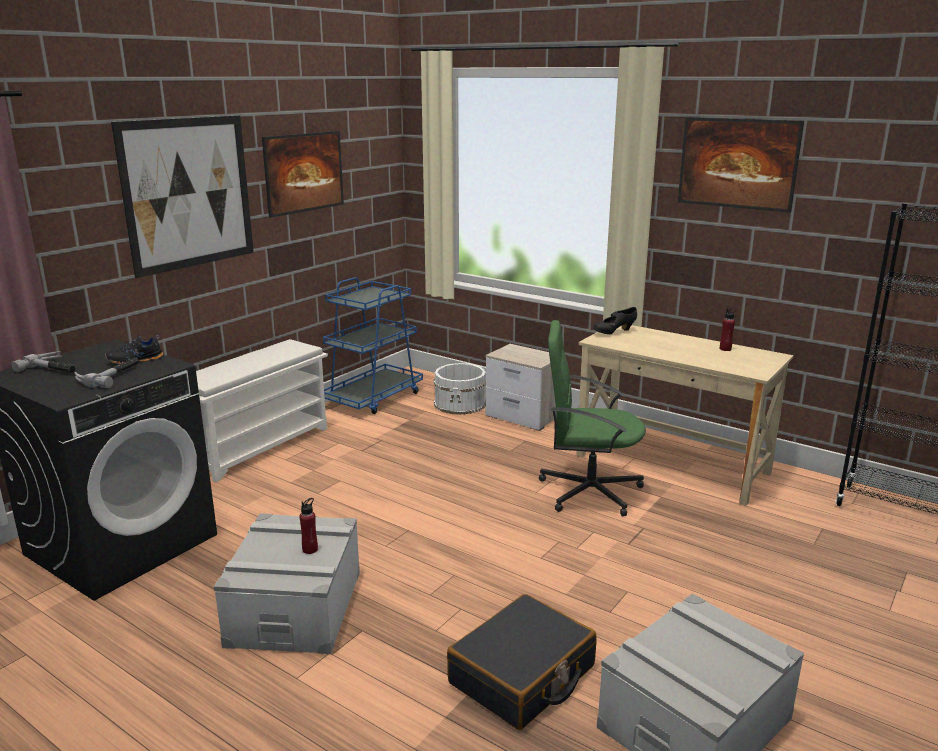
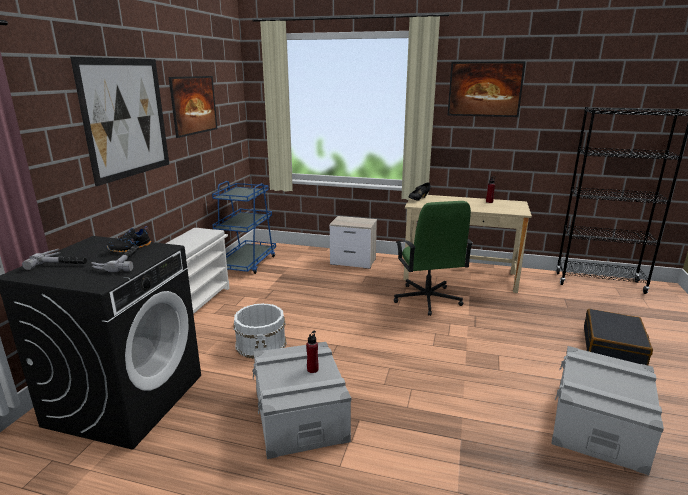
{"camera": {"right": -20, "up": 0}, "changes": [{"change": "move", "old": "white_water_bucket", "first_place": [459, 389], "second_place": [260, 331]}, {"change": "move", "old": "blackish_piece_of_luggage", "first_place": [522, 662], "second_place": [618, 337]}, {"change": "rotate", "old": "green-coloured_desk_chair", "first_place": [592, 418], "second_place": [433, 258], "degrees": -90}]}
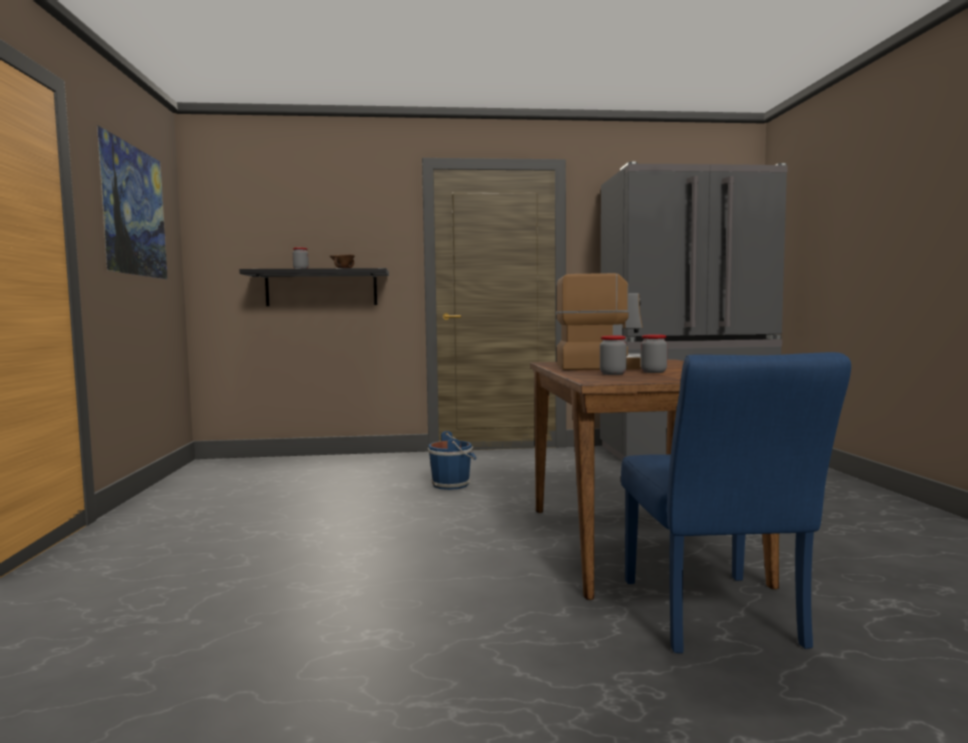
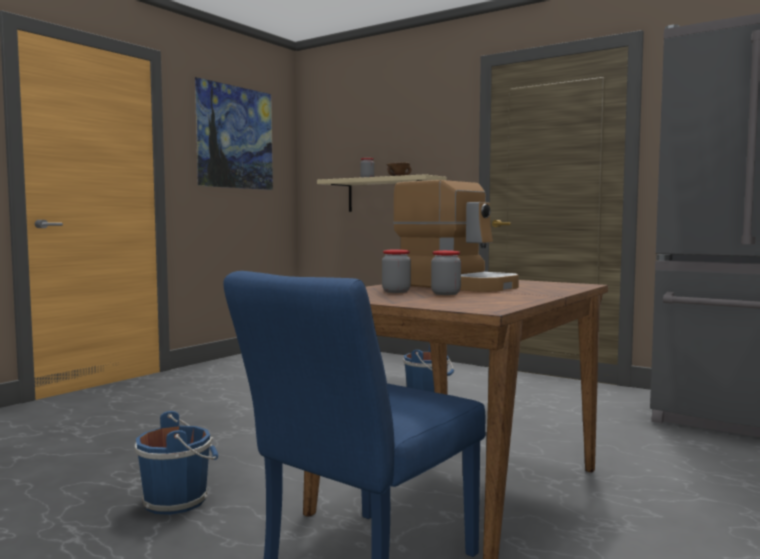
{"camera": {"right": 40, "up": 0}, "changes": [{"change": "insert", "new": "blue_water_bucket", "second_place": [176, 463]}, {"change": "recolor", "old": "blackish_bracket_shelf", "new": "beige-coloured_bracket_shelf", "first_place": [314, 287], "second_place": [381, 193]}]}
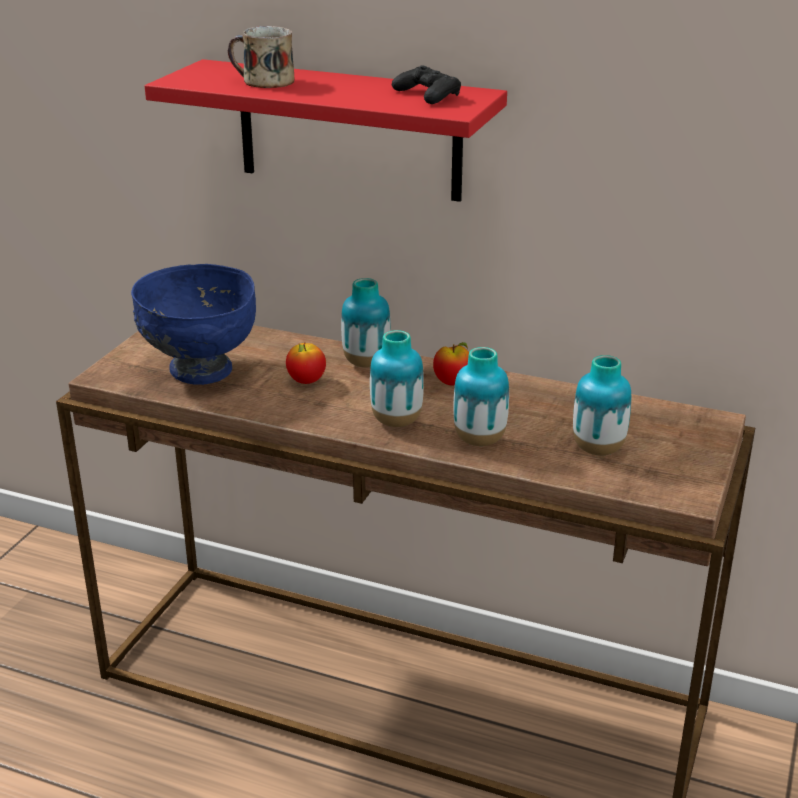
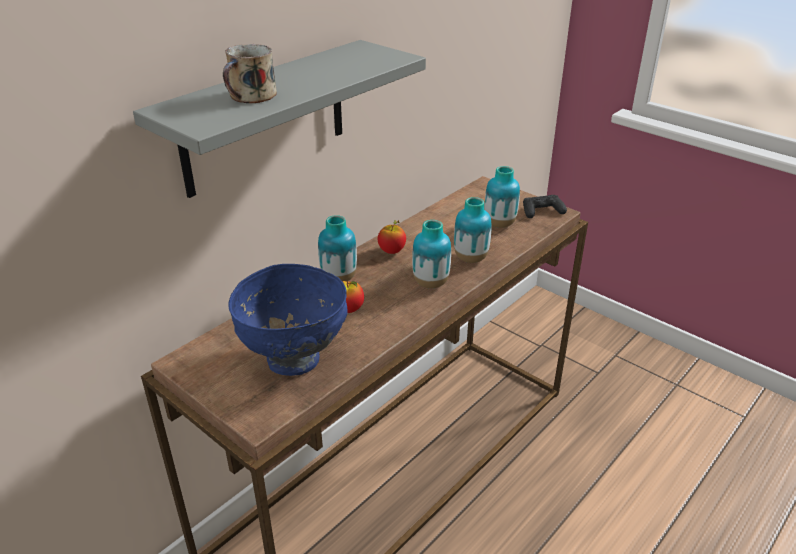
{"camera": {"right": -70, "up": 5}, "changes": [{"change": "move", "old": "blackish_joypad", "first_place": [426, 84], "second_place": [545, 206]}, {"change": "recolor", "old": "red-coloured_bracket_shelf", "new": "gray_bracket_shelf", "first_place": [326, 130], "second_place": [279, 119]}]}
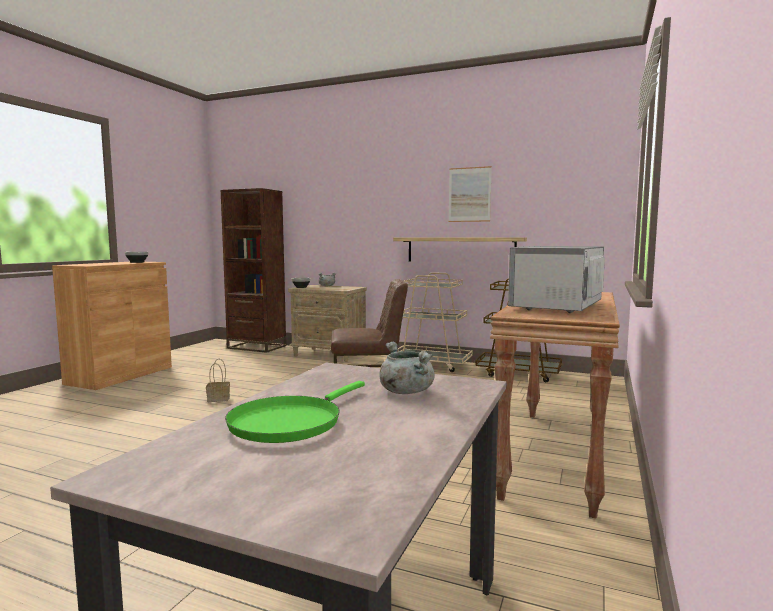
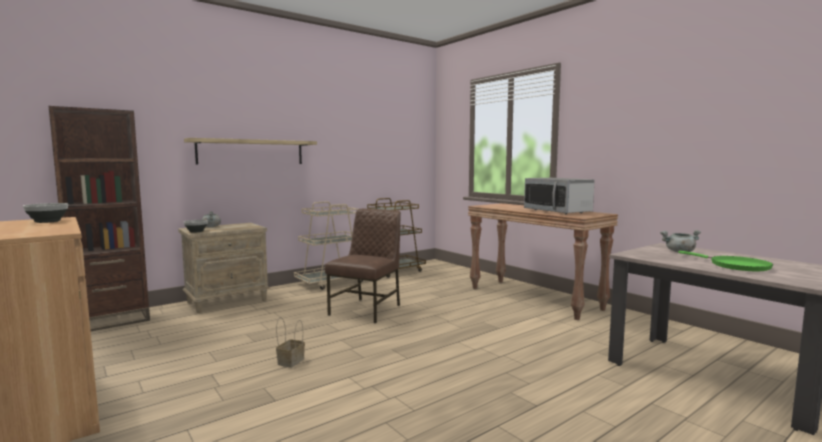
{"camera": {"right": -60, "up": 0}, "changes": [{"change": "delete", "old": "wall_picture", "first_place": [470, 194]}, {"change": "move", "old": "bracket_shelf", "first_place": [460, 249], "second_place": [250, 151]}]}
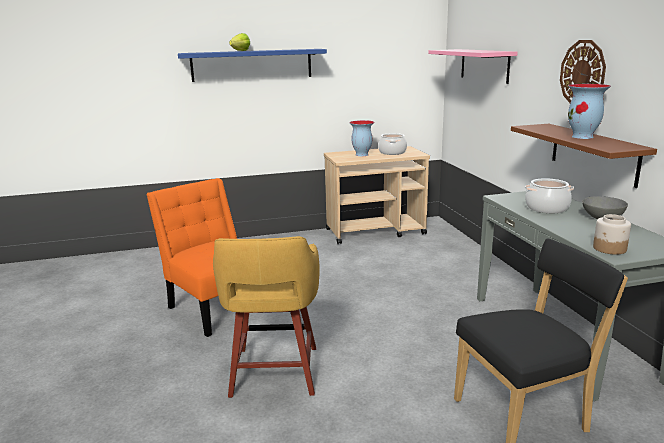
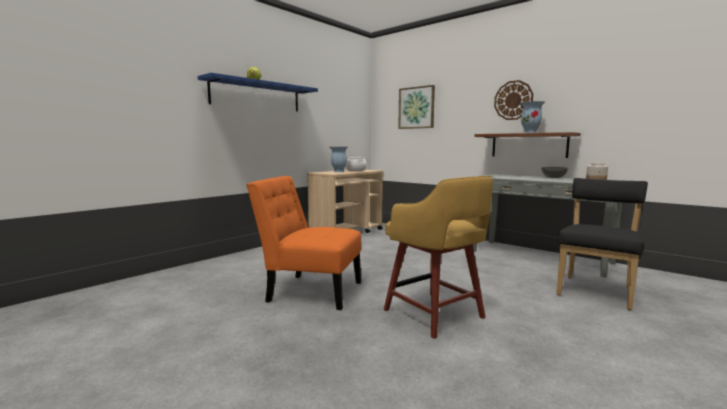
{"camera": {"right": -35, "up": -10}, "changes": [{"change": "delete", "old": "cooking_pot", "first_place": [549, 195]}, {"change": "replace", "old": "pinkish_bracket_shelf", "new": "wall_picture", "first_place": [473, 66], "second_place": [416, 107]}]}
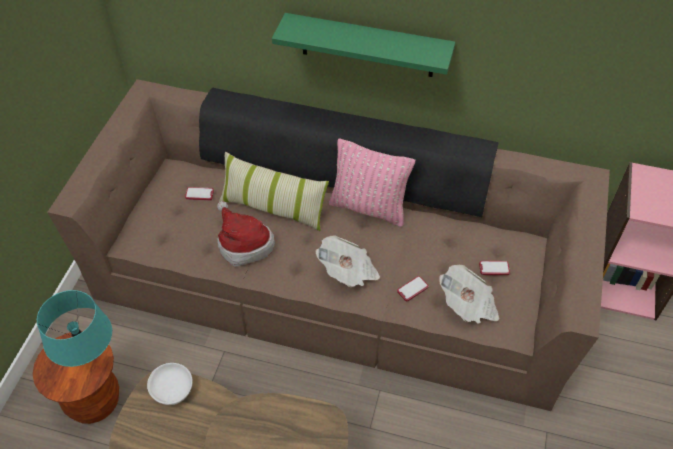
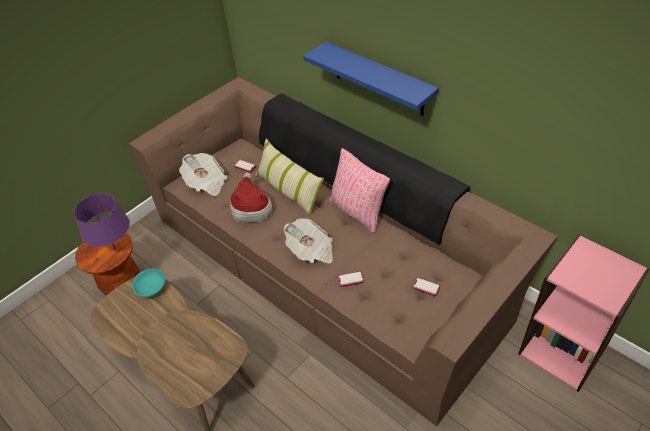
{"camera": {"right": 30, "up": -5}, "changes": [{"change": "move", "old": "newspaper", "first_place": [469, 294], "second_place": [203, 174]}, {"change": "recolor", "old": "blue-green_table_lamp", "new": "purple_table_lamp", "first_place": [74, 328], "second_place": [102, 221]}, {"change": "recolor", "old": "white_serving_bowl", "new": "blue-green_serving_bowl", "first_place": [170, 384], "second_place": [149, 283]}, {"change": "recolor", "old": "green-coloured_bracket_shelf", "new": "blue_bracket_shelf", "first_place": [363, 45], "second_place": [371, 79]}]}
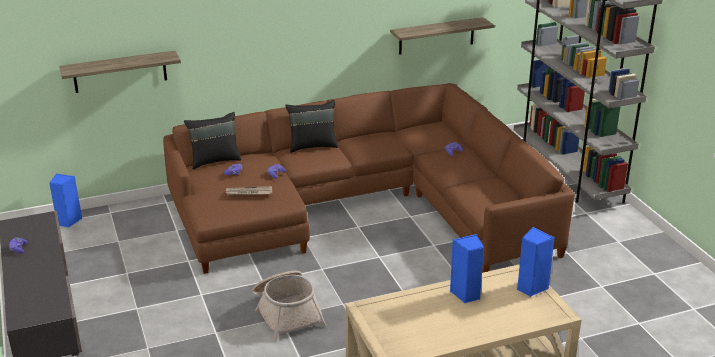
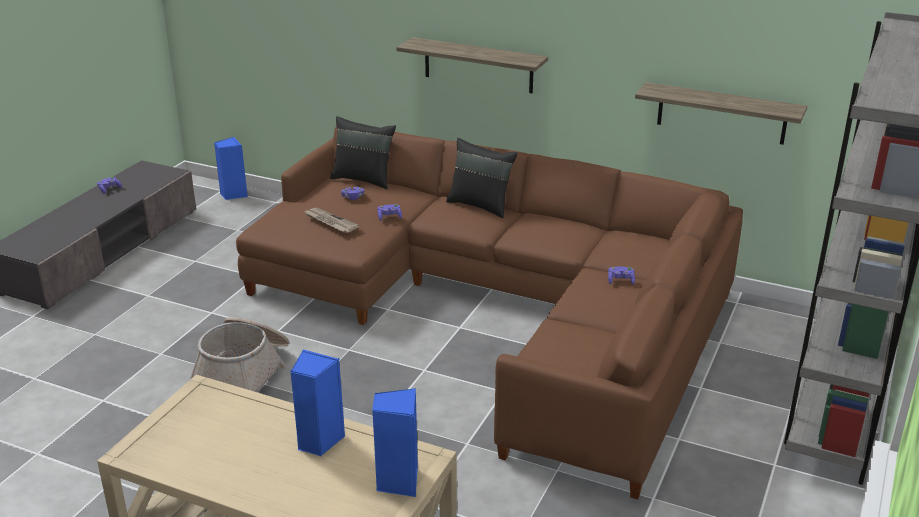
{"camera": {"right": 45, "up": 0}, "changes": [{"change": "move", "old": "bracket_shelf", "first_place": [120, 72], "second_place": [472, 65]}]}
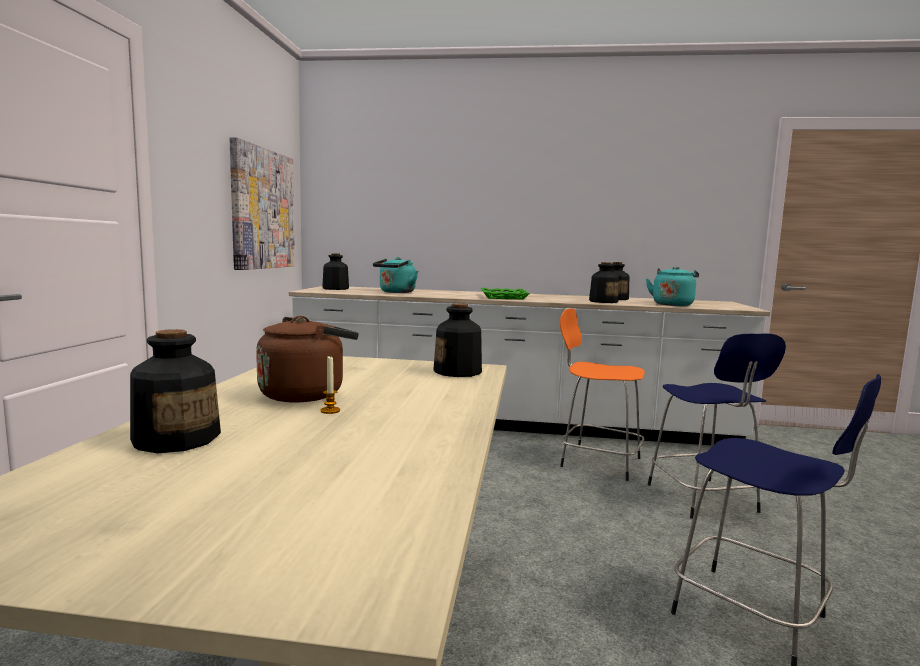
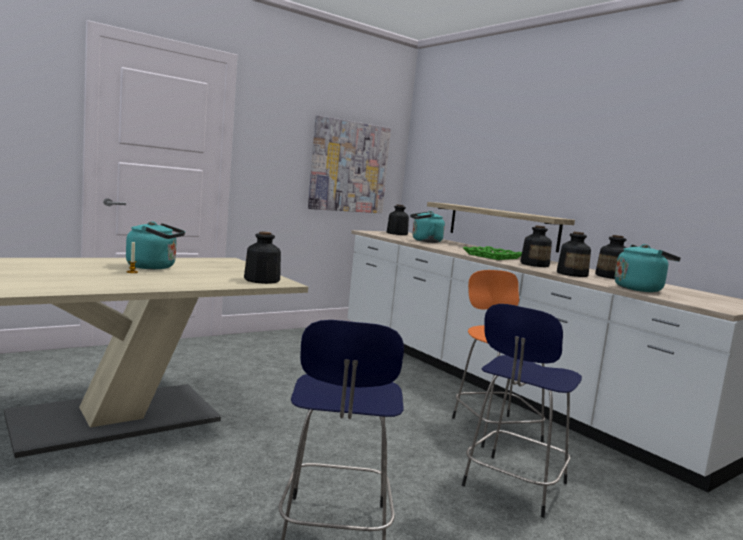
{"camera": {"right": 45, "up": 0}, "changes": [{"change": "insert", "new": "bracket_shelf", "second_place": [501, 227]}, {"change": "move", "old": "bottle", "first_place": [175, 391], "second_place": [536, 246]}, {"change": "recolor", "old": "brown_tea_kettle", "new": "blue-green_tea_kettle", "first_place": [307, 359], "second_place": [155, 245]}]}
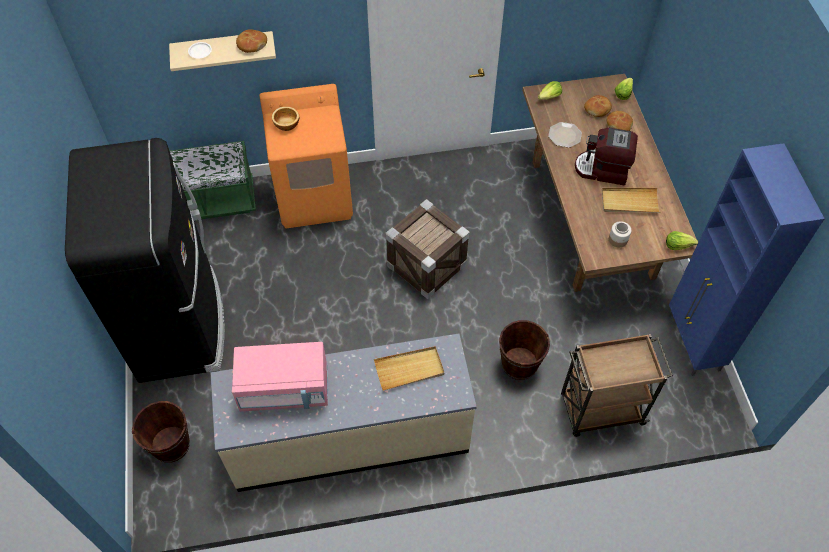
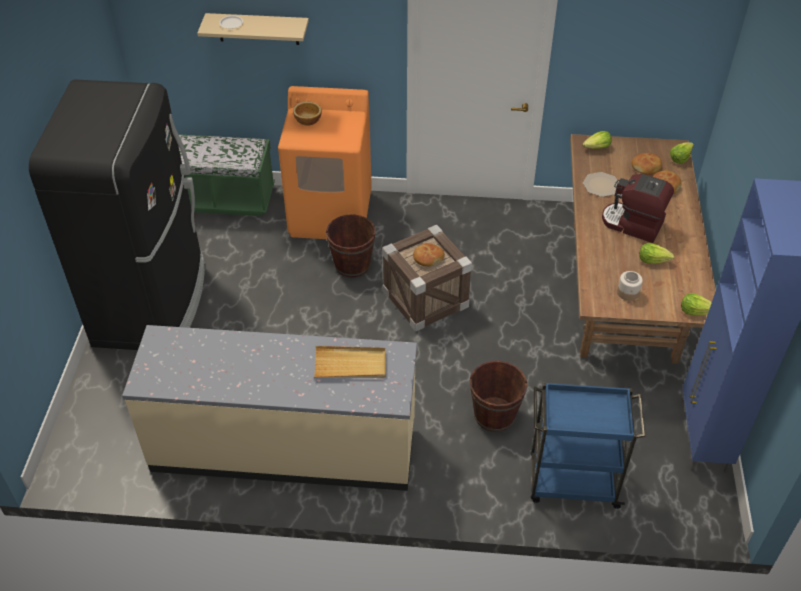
{"camera": {"right": 15, "up": -10}, "changes": [{"change": "delete", "old": "pinkish_kitchen_microwave", "first_place": [280, 377]}, {"change": "move", "old": "brown_water_bucket", "first_place": [161, 432], "second_place": [351, 245]}, {"change": "move", "old": "bakery_bread", "first_place": [251, 41], "second_place": [429, 254]}, {"change": "replace", "old": "beige-coloured_serving_tray", "new": "head_of_lettuce", "first_place": [631, 200], "second_place": [657, 253]}, {"change": "recolor", "old": "brown_trolley", "new": "blue_trolley", "first_place": [617, 385], "second_place": [588, 445]}]}
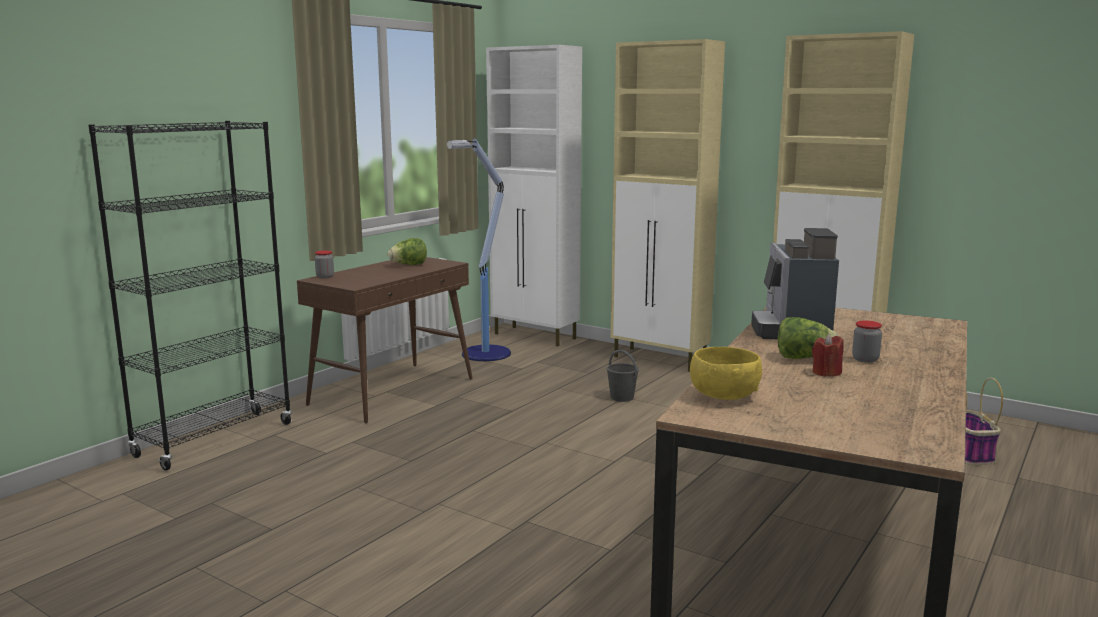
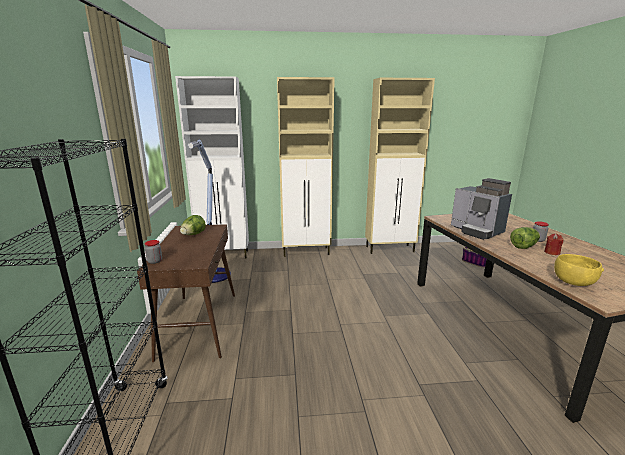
{"camera": {"right": -40, "up": 5}, "changes": [{"change": "delete", "old": "gray_water_bucket", "first_place": [622, 376]}]}
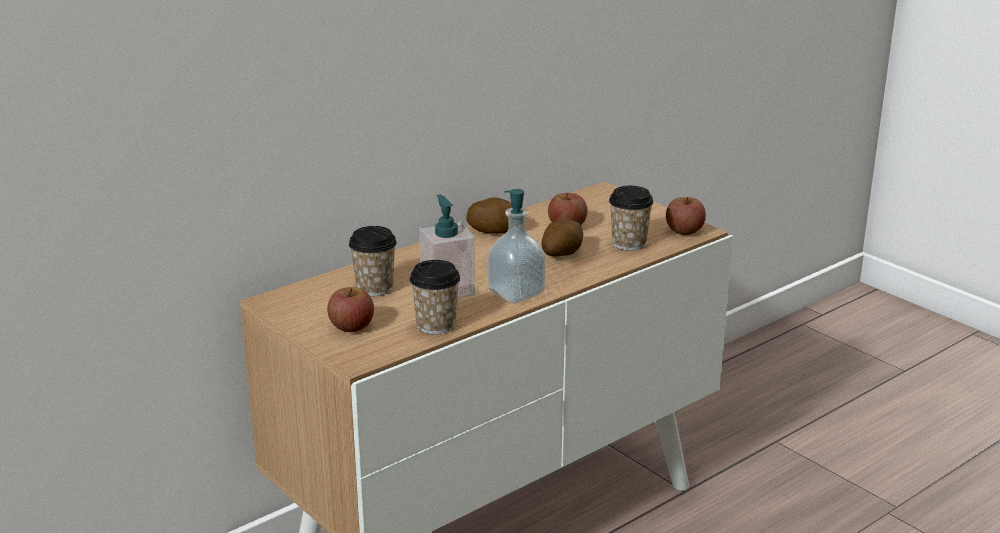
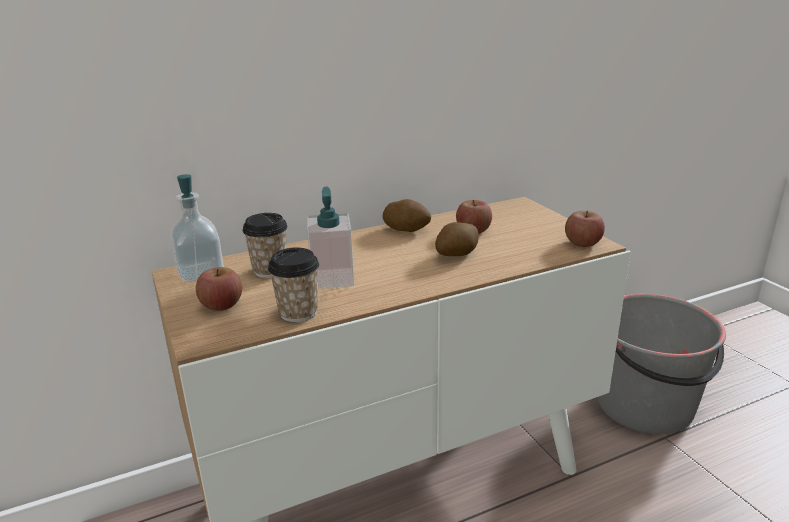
{"camera": {"right": 15, "up": 0}, "changes": [{"change": "delete", "old": "drinking_cup", "first_place": [631, 218]}, {"change": "insert", "new": "gray_water_bucket", "second_place": [661, 364]}, {"change": "move", "old": "liquid_soap_bottle", "first_place": [516, 246], "second_place": [197, 228]}]}
